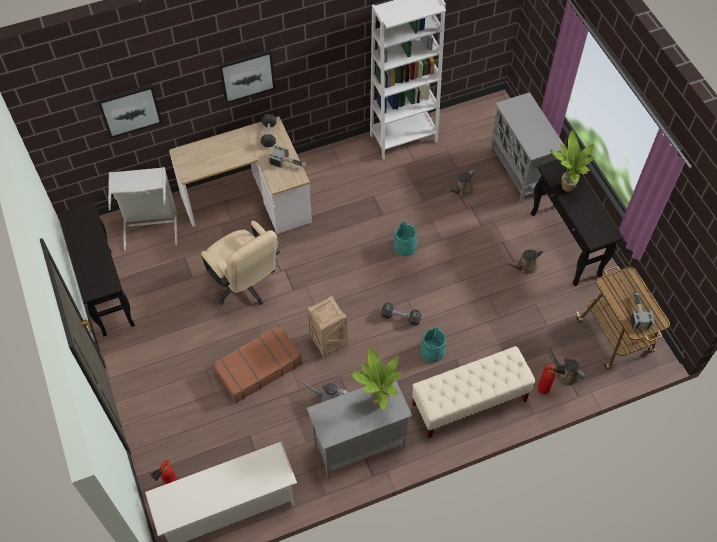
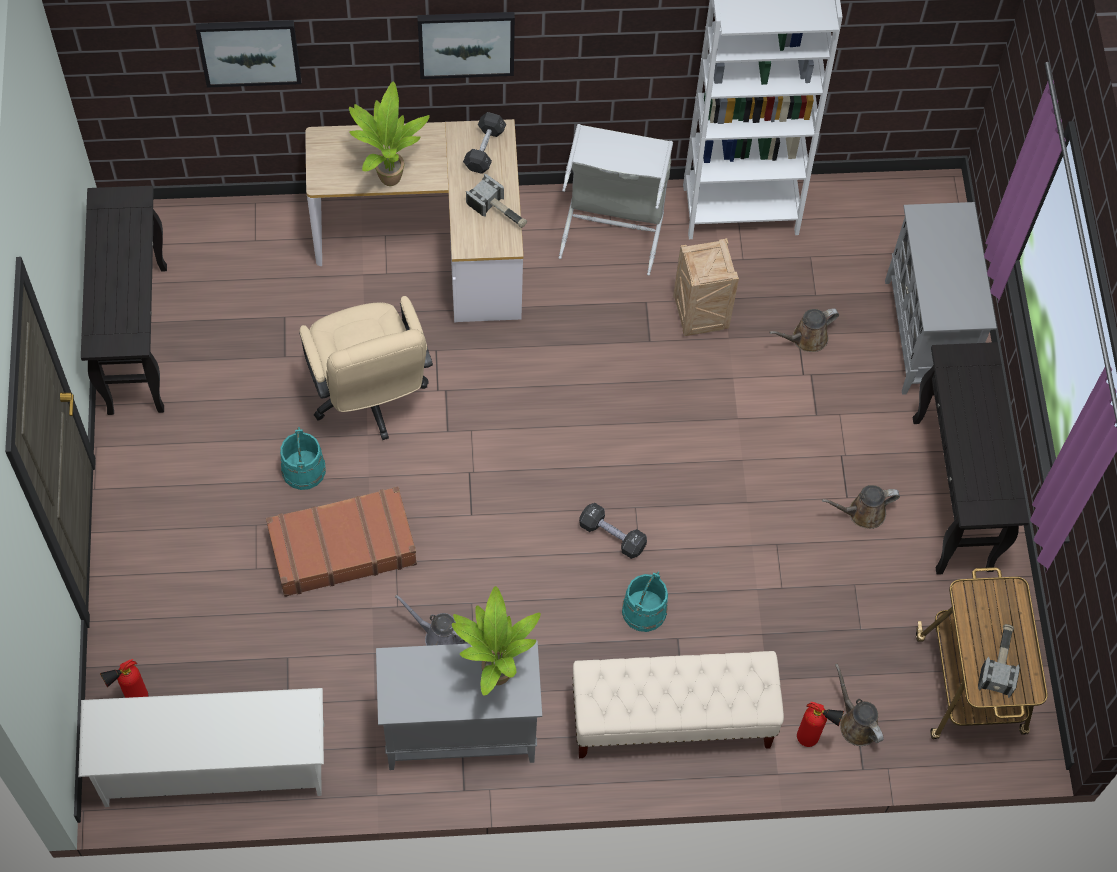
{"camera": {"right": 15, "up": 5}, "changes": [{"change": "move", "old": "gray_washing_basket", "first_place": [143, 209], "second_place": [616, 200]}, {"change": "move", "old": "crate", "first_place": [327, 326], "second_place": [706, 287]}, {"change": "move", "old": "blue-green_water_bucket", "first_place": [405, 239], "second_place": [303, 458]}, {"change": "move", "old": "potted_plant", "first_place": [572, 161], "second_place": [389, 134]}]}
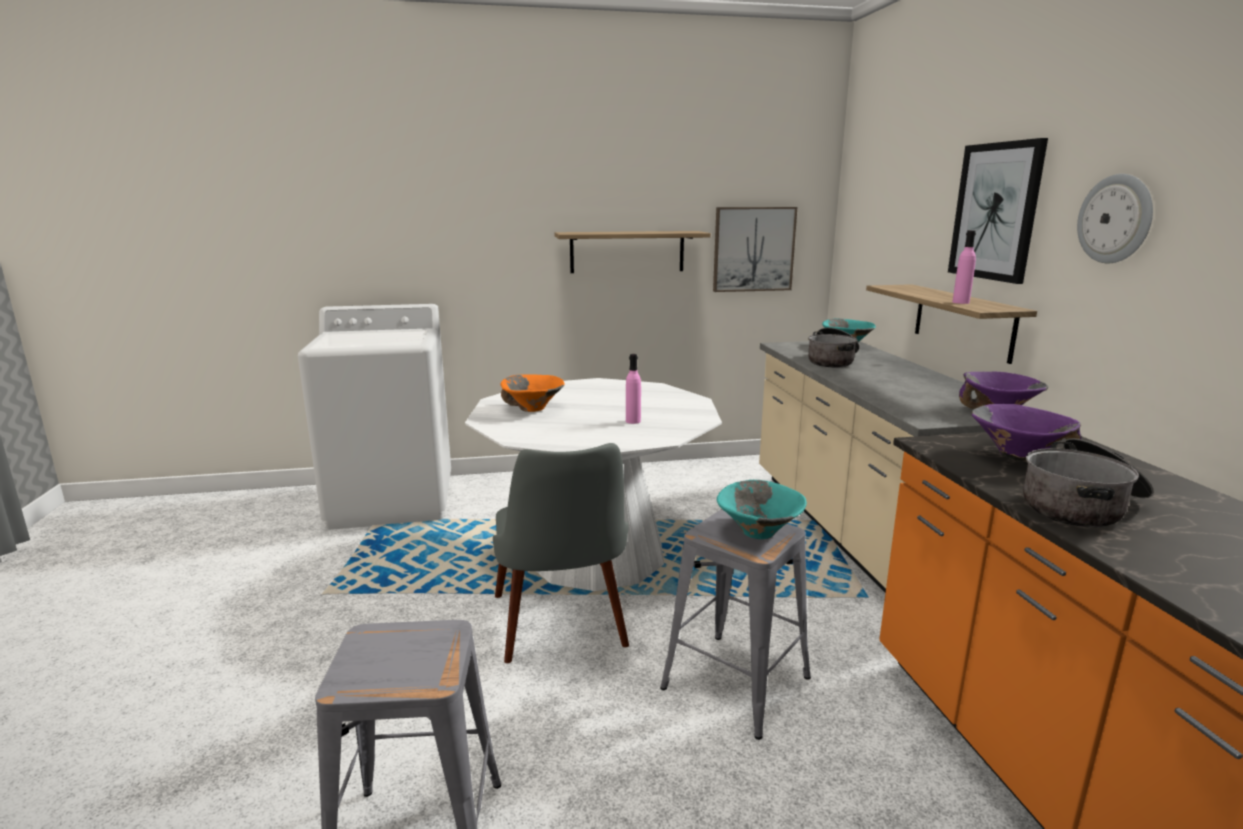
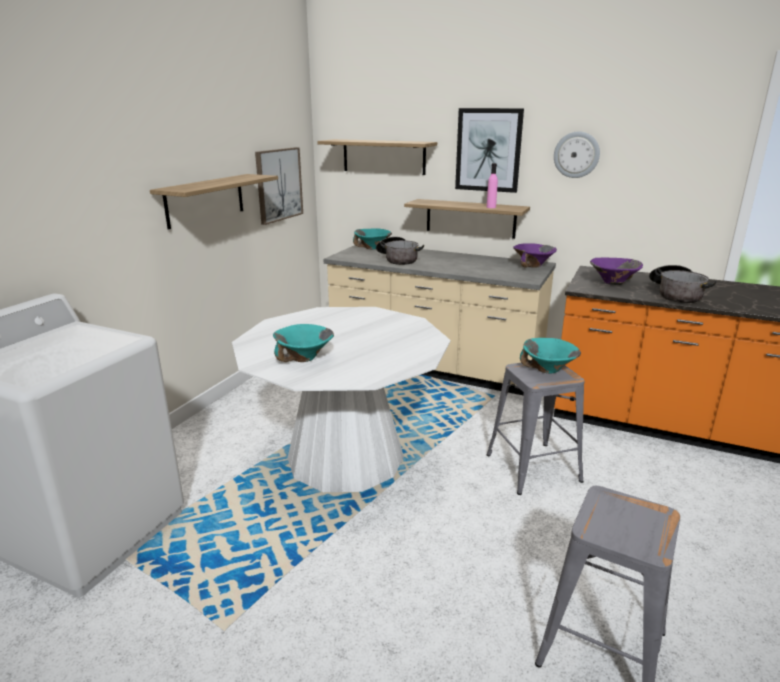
{"camera": {"right": -55, "up": 5}, "changes": [{"change": "delete", "old": "gray_chair", "first_place": [561, 553]}, {"change": "delete", "old": "pinkish_bottle", "first_place": [633, 389]}, {"change": "insert", "new": "bracket_shelf", "second_place": [377, 157]}, {"change": "recolor", "old": "orange_serving_bowl", "new": "blue-green_serving_bowl", "first_place": [533, 393], "second_place": [303, 343]}]}
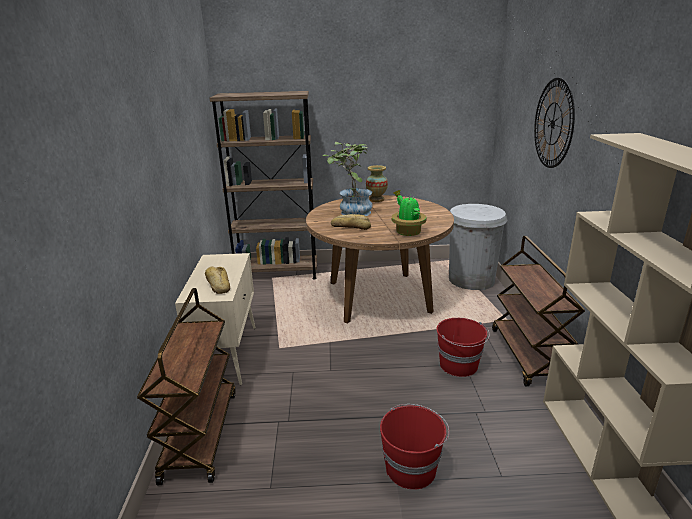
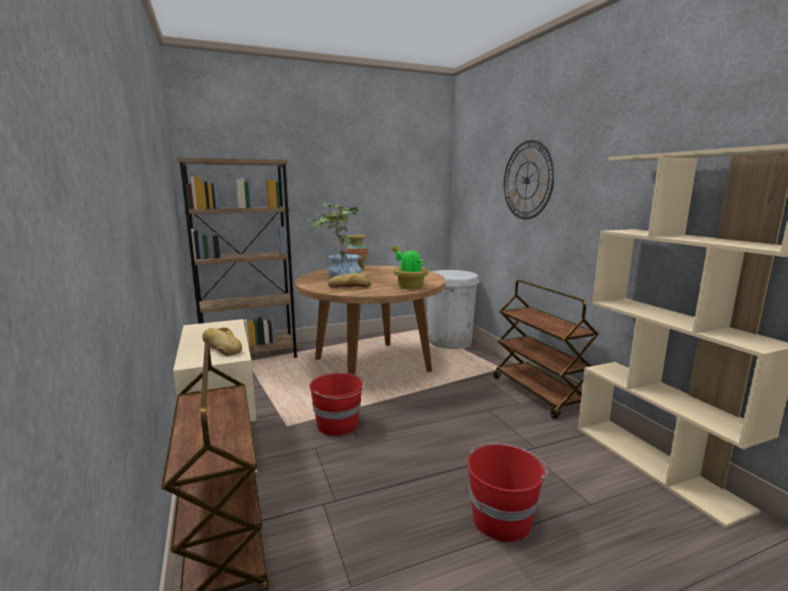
{"camera": {"right": -20, "up": -10}, "changes": [{"change": "move", "old": "red-coloured_water_bucket", "first_place": [463, 347], "second_place": [337, 404]}]}
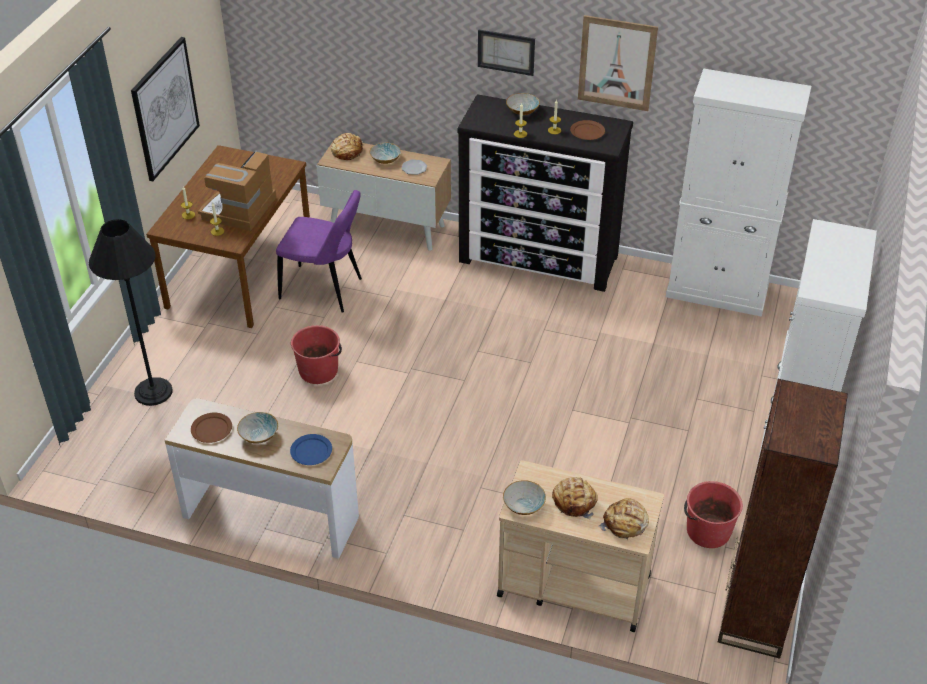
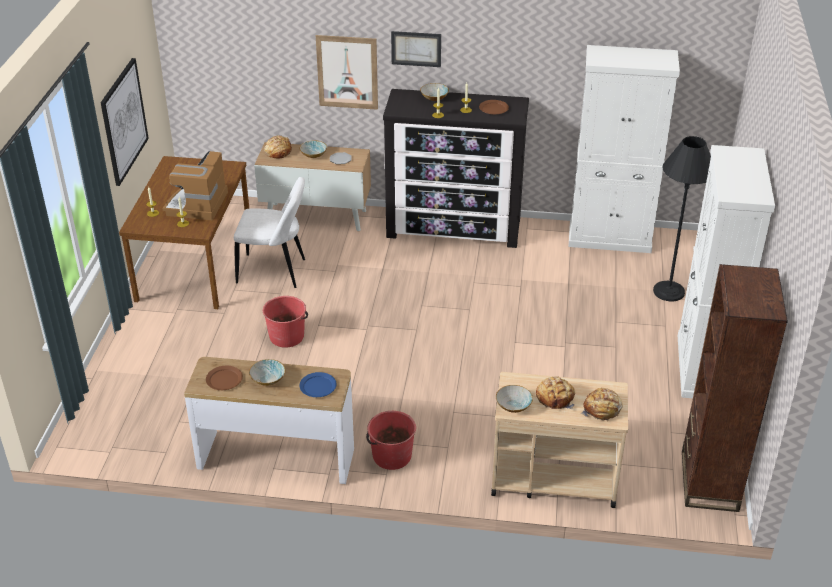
{"camera": {"right": -10, "up": -5}, "changes": [{"change": "move", "old": "blackish_standard_lamp", "first_place": [131, 312], "second_place": [682, 218]}, {"change": "move", "old": "wall_picture", "first_place": [618, 63], "second_place": [347, 72]}, {"change": "move", "old": "red-coloured_water_bucket", "first_place": [713, 514], "second_place": [391, 440]}, {"change": "recolor", "old": "purple_chair", "new": "white_chair", "first_place": [319, 251], "second_place": [269, 232]}]}
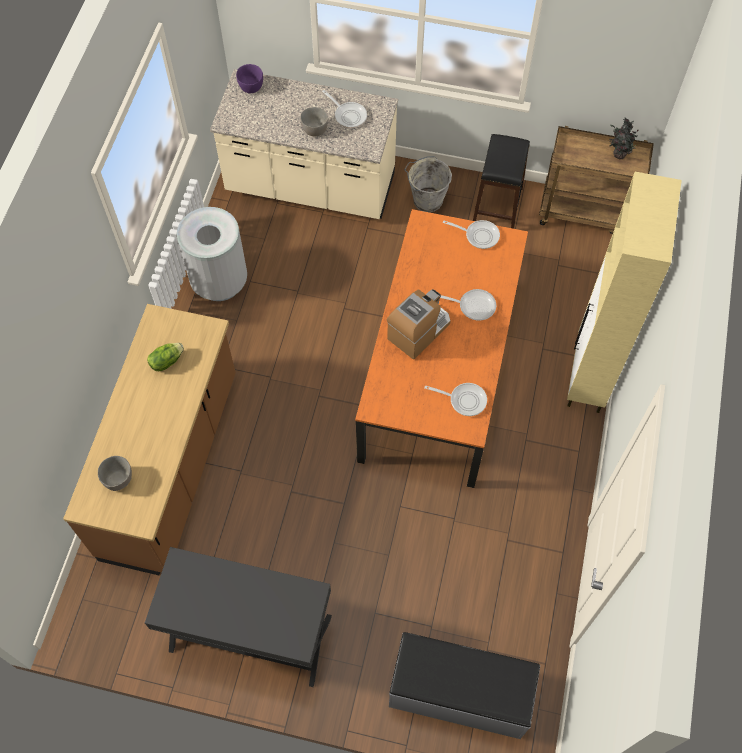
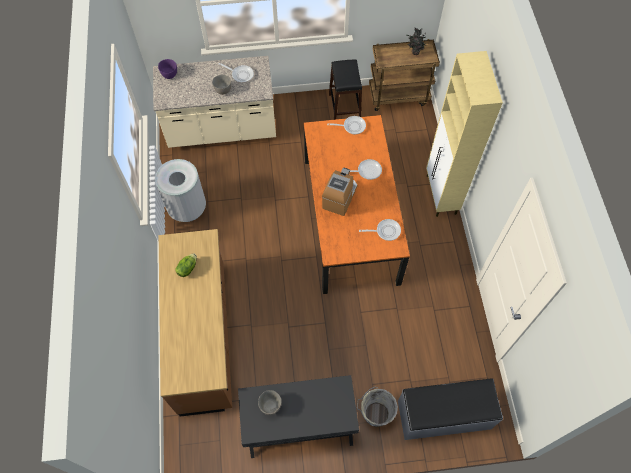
{"camera": {"right": -20, "up": 0}, "changes": [{"change": "move", "old": "gray_serving_bowl", "first_place": [115, 473], "second_place": [270, 402]}, {"change": "move", "old": "gray_water_bucket", "first_place": [428, 184], "second_place": [377, 406]}]}
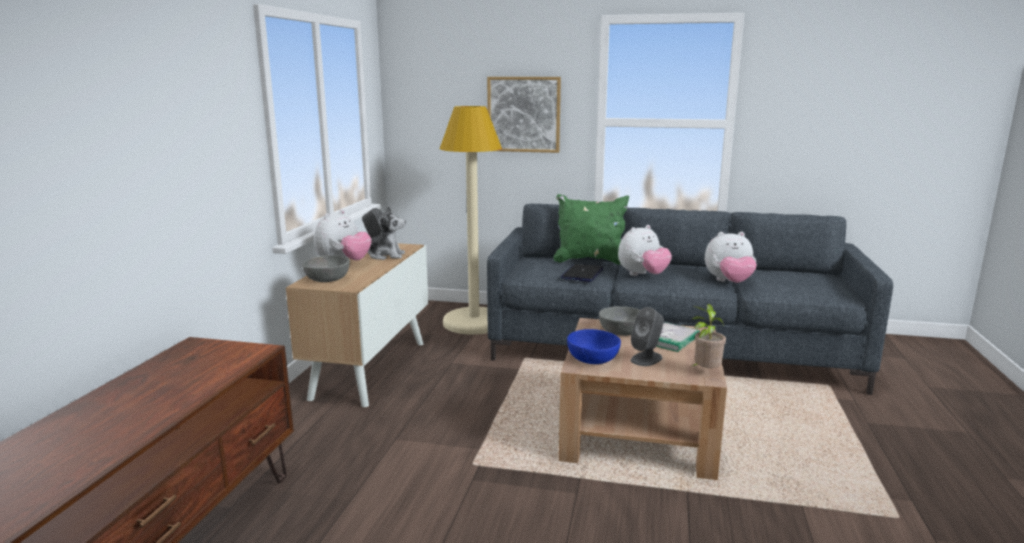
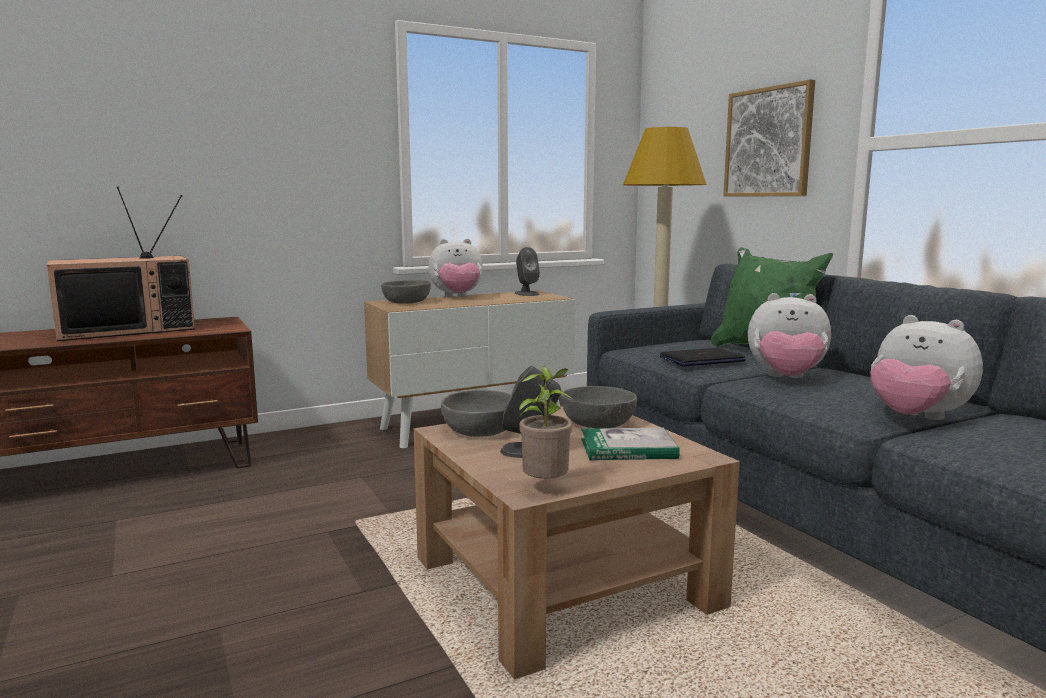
{"camera": {"right": 50, "up": -5}, "changes": [{"change": "delete", "old": "cuddly_toy", "first_place": [386, 233]}, {"change": "insert", "new": "TV_set", "second_place": [121, 264]}, {"change": "recolor", "old": "blue_serving_bowl", "new": "gray_serving_bowl", "first_place": [594, 346], "second_place": [476, 413]}]}
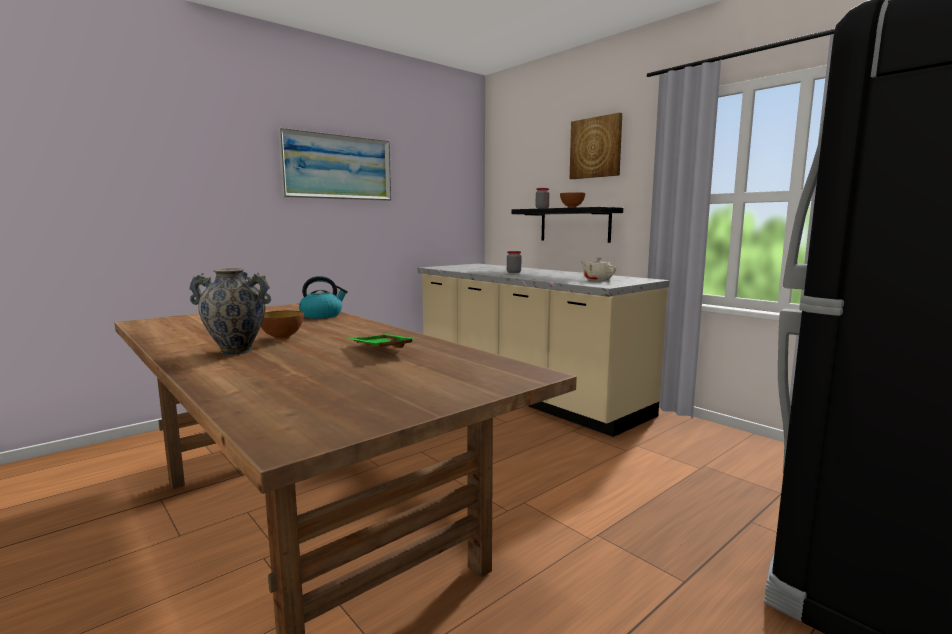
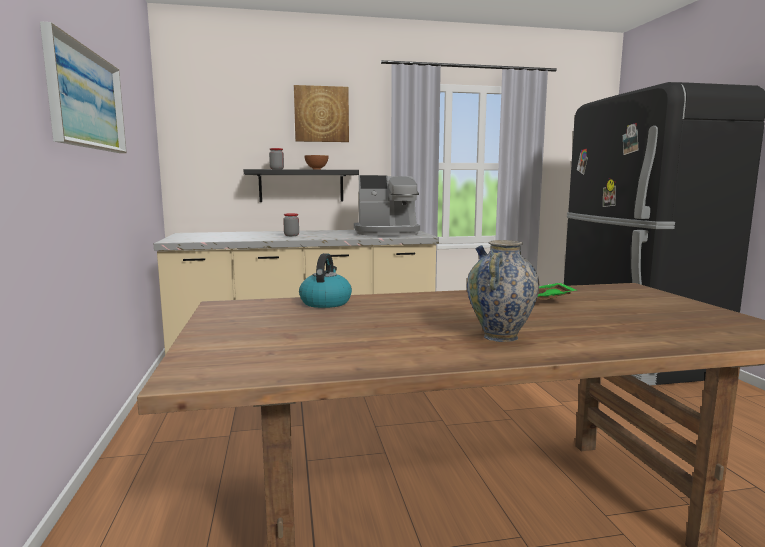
{"camera": {"right": -60, "up": 0}, "changes": [{"change": "delete", "old": "serving_bowl", "first_place": [282, 325]}, {"change": "replace", "old": "beige-coloured_teapot", "new": "coffee_maker", "first_place": [598, 269], "second_place": [387, 205]}]}
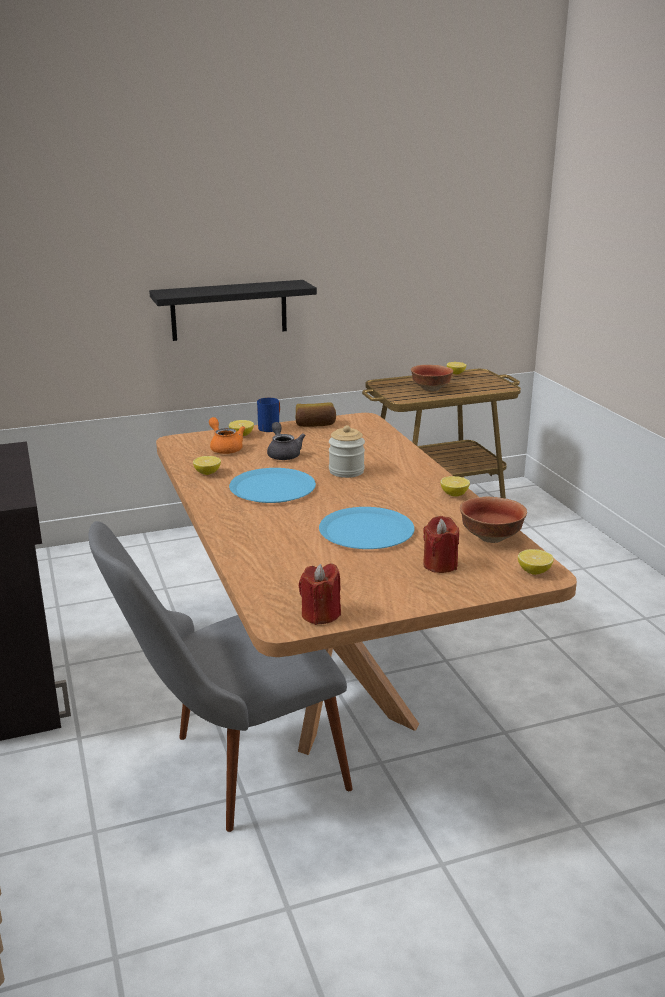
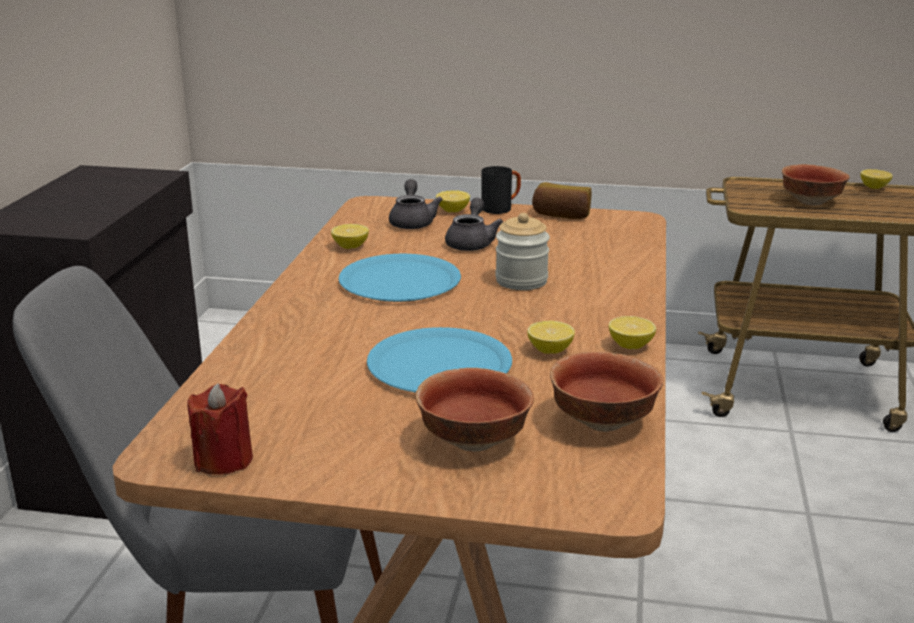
{"camera": {"right": 30, "up": 0}, "changes": [{"change": "delete", "old": "blackish_bracket_shelf", "first_place": [233, 310]}, {"change": "move", "old": "citrus_fruit", "first_place": [536, 562], "second_place": [551, 337]}, {"change": "replace", "old": "red-coloured_wax_light", "new": "serving_bowl", "first_place": [441, 544], "second_place": [474, 410]}, {"change": "recolor", "old": "orange_teapot", "new": "gray_teapot", "first_place": [227, 435], "second_place": [416, 204]}, {"change": "recolor", "old": "blue_tea_mug", "new": "blackish_tea_mug", "first_place": [268, 415], "second_place": [501, 190]}]}
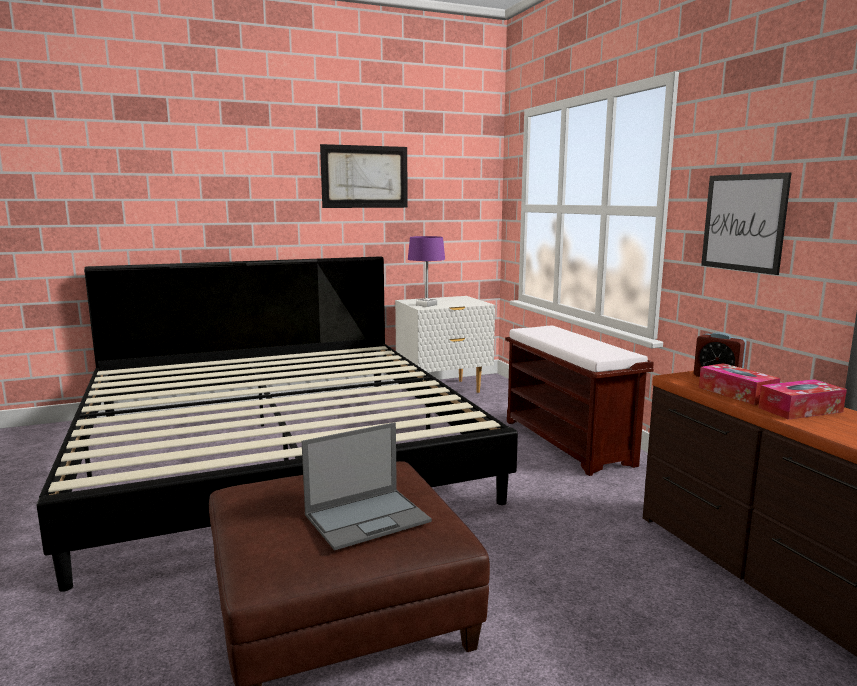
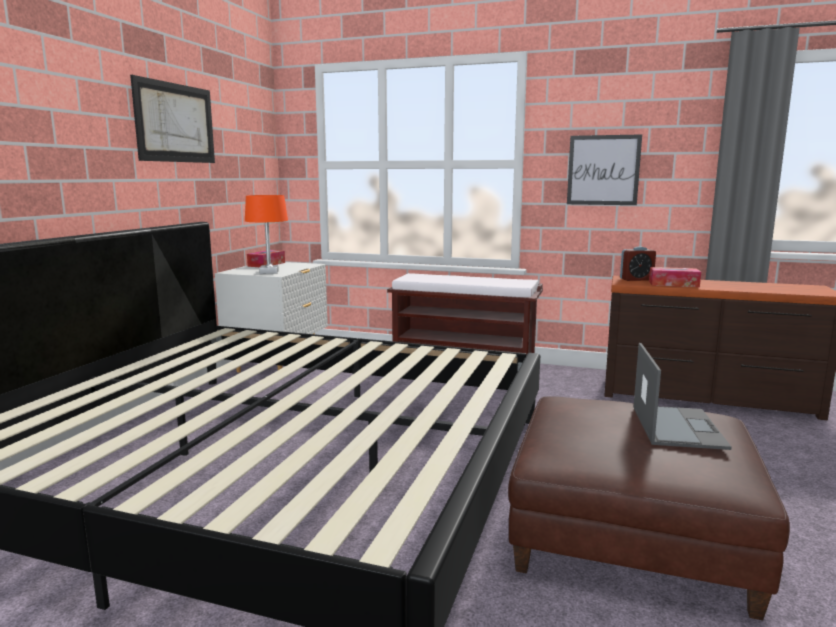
{"camera": {"right": -50, "up": 0}, "changes": [{"change": "move", "old": "tissue_box", "first_place": [802, 399], "second_place": [266, 258]}, {"change": "recolor", "old": "purple_table_lamp", "new": "orange_table_lamp", "first_place": [426, 271], "second_place": [266, 234]}]}
